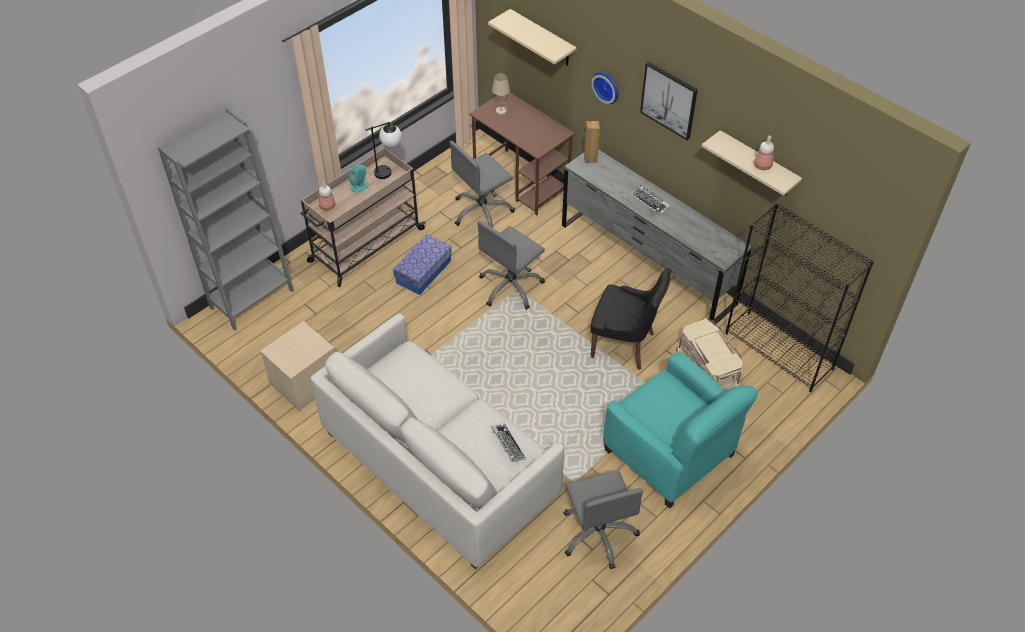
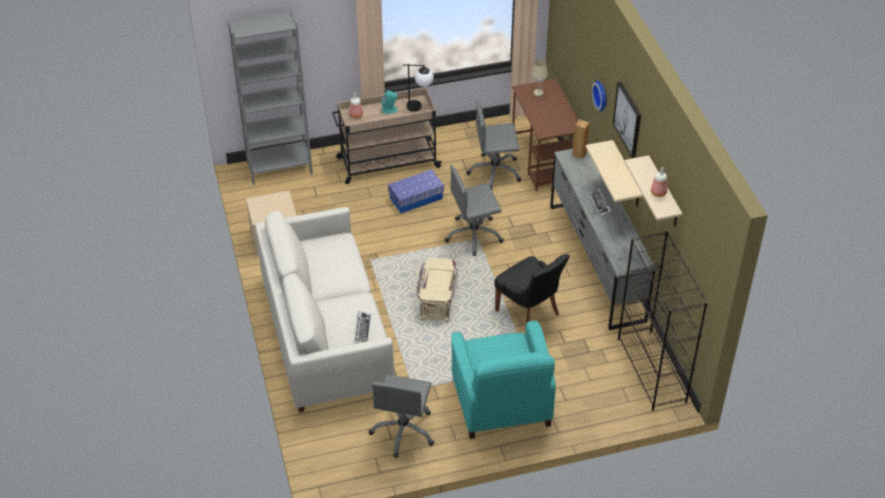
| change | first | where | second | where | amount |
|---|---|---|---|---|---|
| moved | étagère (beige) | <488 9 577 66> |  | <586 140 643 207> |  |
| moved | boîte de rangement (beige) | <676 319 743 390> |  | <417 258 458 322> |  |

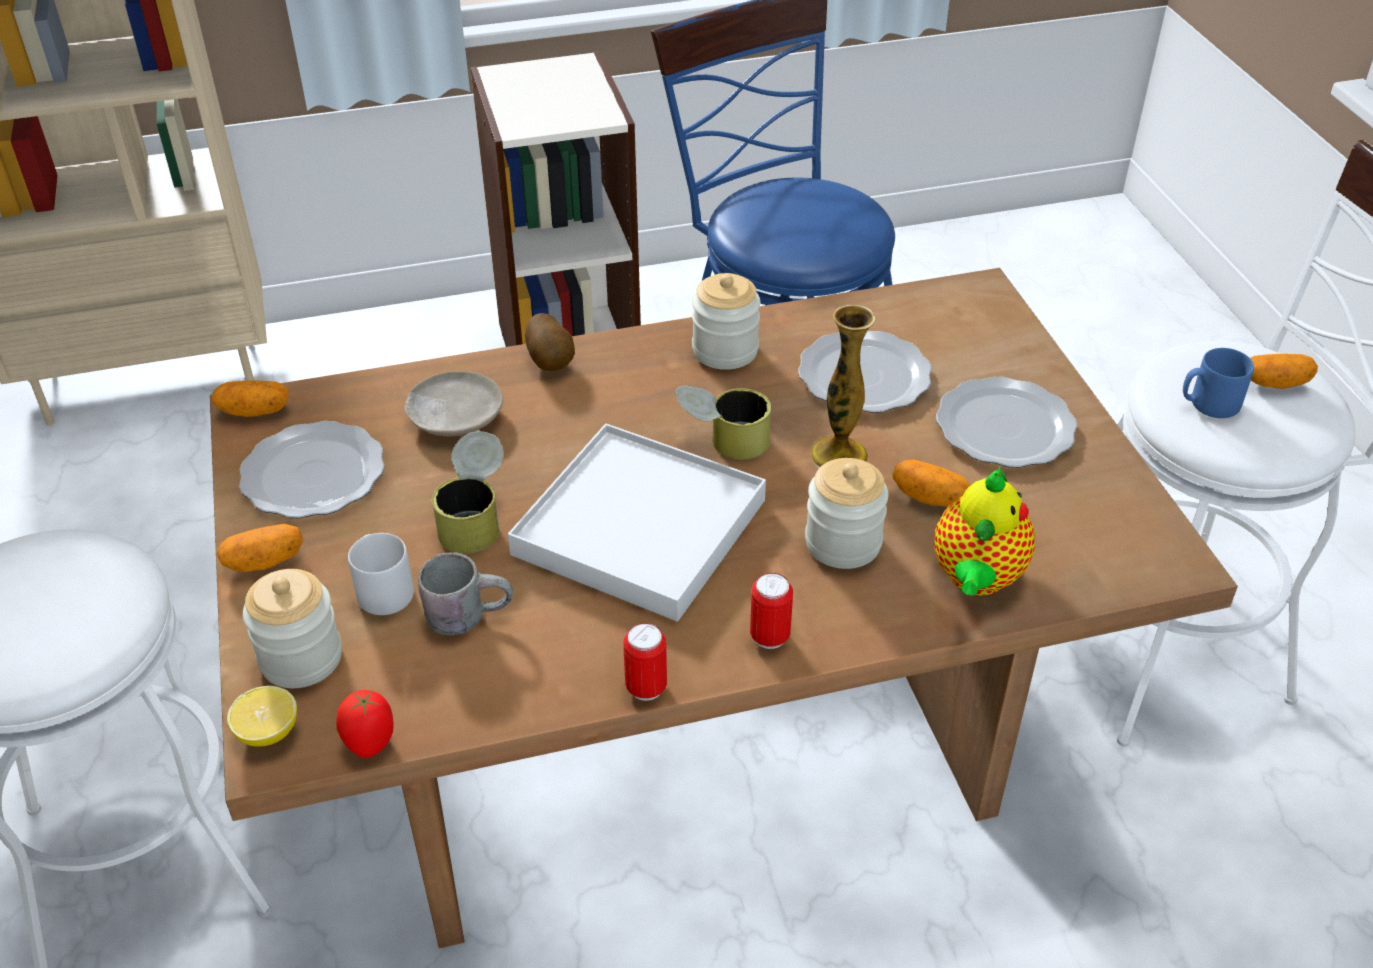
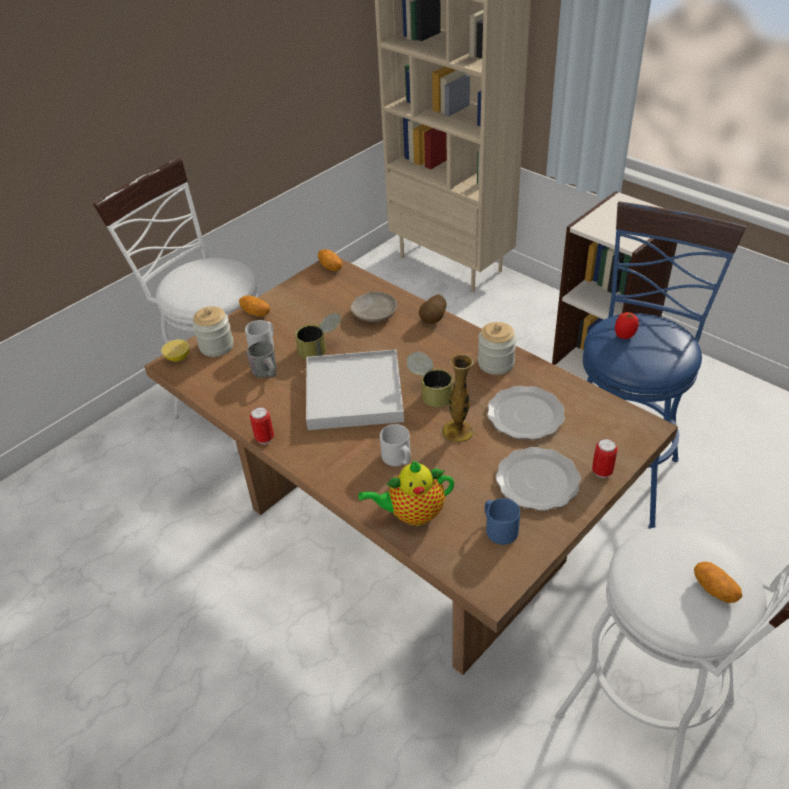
| change | first | where | second | where | amount |
|---|---|---|---|---|---|
| removed | assiette | <239 421 385 519> |  |  |  |
| removed | pomme de terre | <893 460 971 507> |  |  |  |
| moved | tomate | <336 690 394 758> |  | <615 312 639 339> |  |
| moved | boîte métallique | <750 573 793 649> |  | <592 439 618 478> |  |
| moved | mug (bleu) | <1183 348 1254 418> |  | <485 498 520 545> |  |
| replaced | bocal | <805 458 889 569> | mug (gris) | <380 424 411 466> |  |

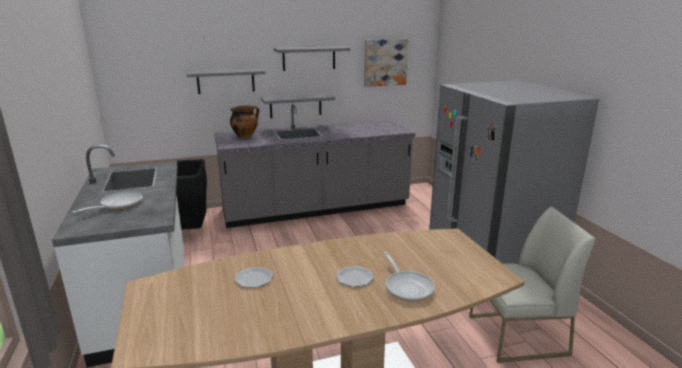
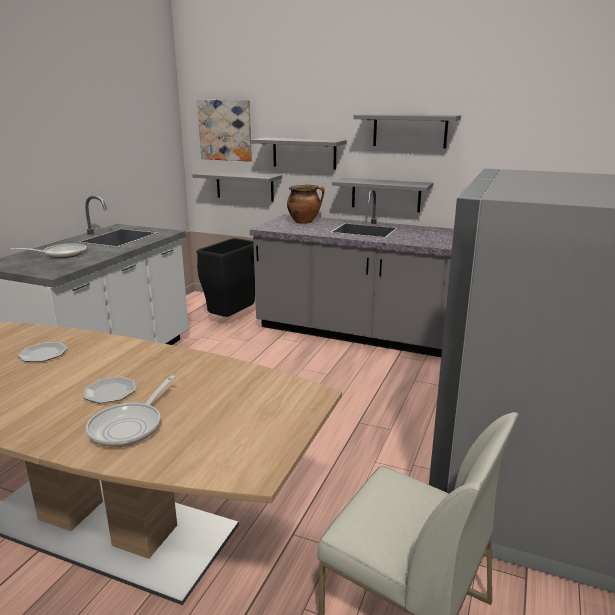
| change | first | where | second | where | amount |
|---|---|---|---|---|---|
| added |  |  | étagère (gris) | <192 171 282 202> |  |
| moved | tableau | <364 39 408 87> |  | <197 100 252 162> |  |

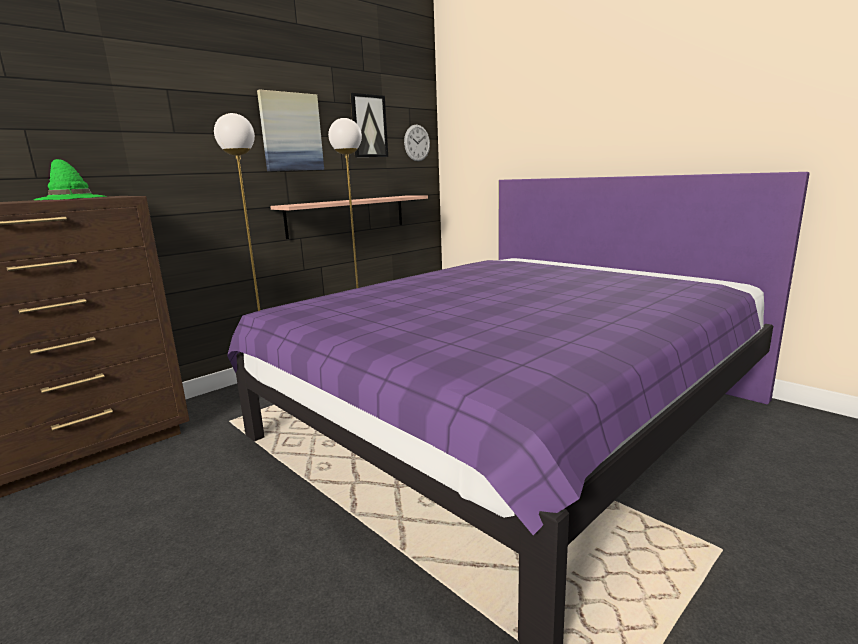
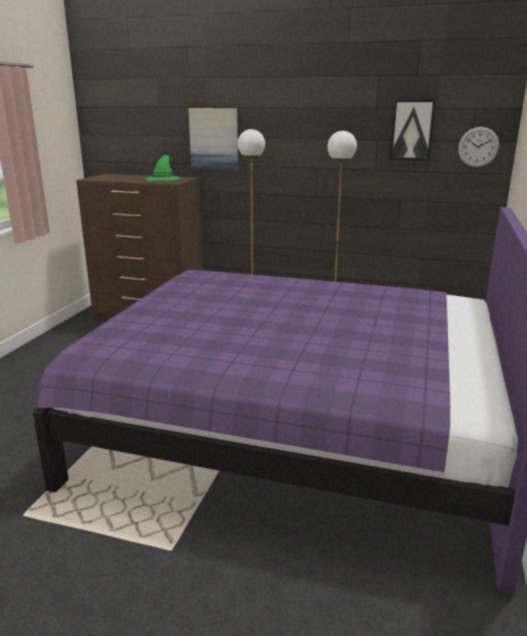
| change | first | where | second | where | amount |
|---|---|---|---|---|---|
| removed | étagère | <270 195 428 239> |  |  |  |
| moved | tableau | <257 89 324 171> |  | <188 108 238 170> |  |

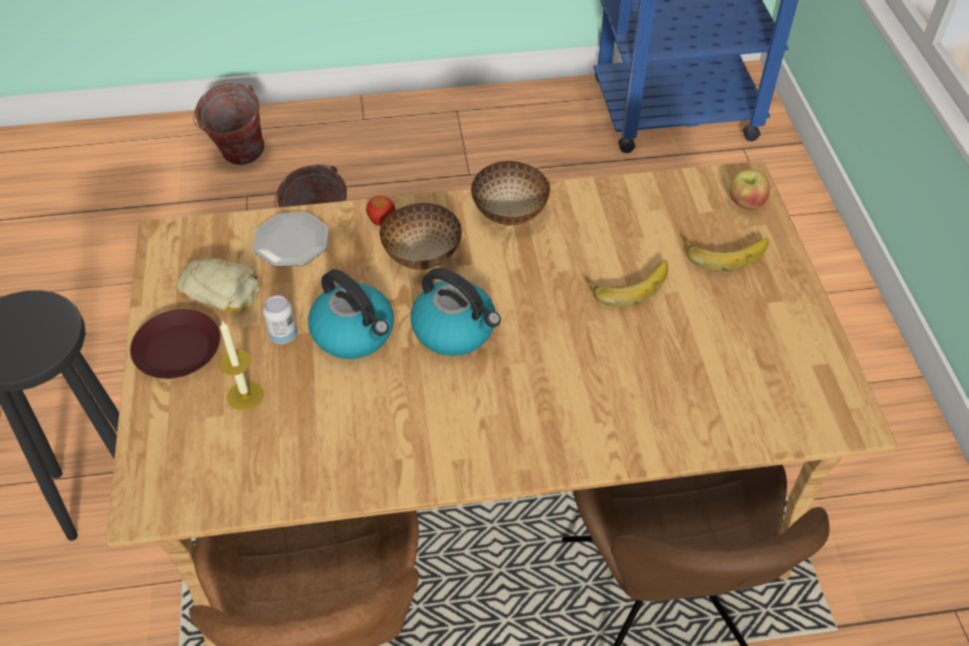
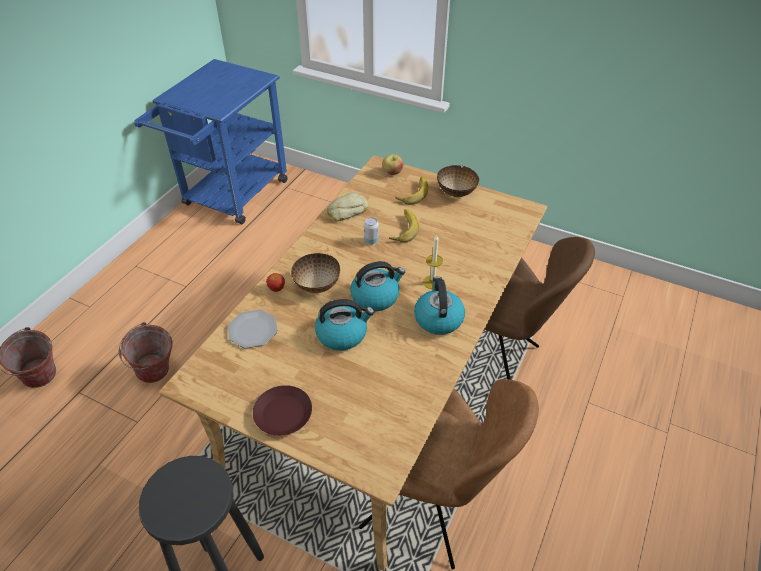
| change | first | where | second | where | amount |
|---|---|---|---|---|---|
| added |  |  | bouilloire | <414 277 465 335> |  |
| moved | pain | <177 258 261 312> |  | <326 192 368 222> |  |
| moved | bougie | <219 321 264 411> |  | <423 235 443 289> |  |
| moved | boîte métallique | <263 295 297 344> |  | <364 217 379 244> |  |
| moved | bol | <471 161 550 225> |  | <437 165 479 197> |  |

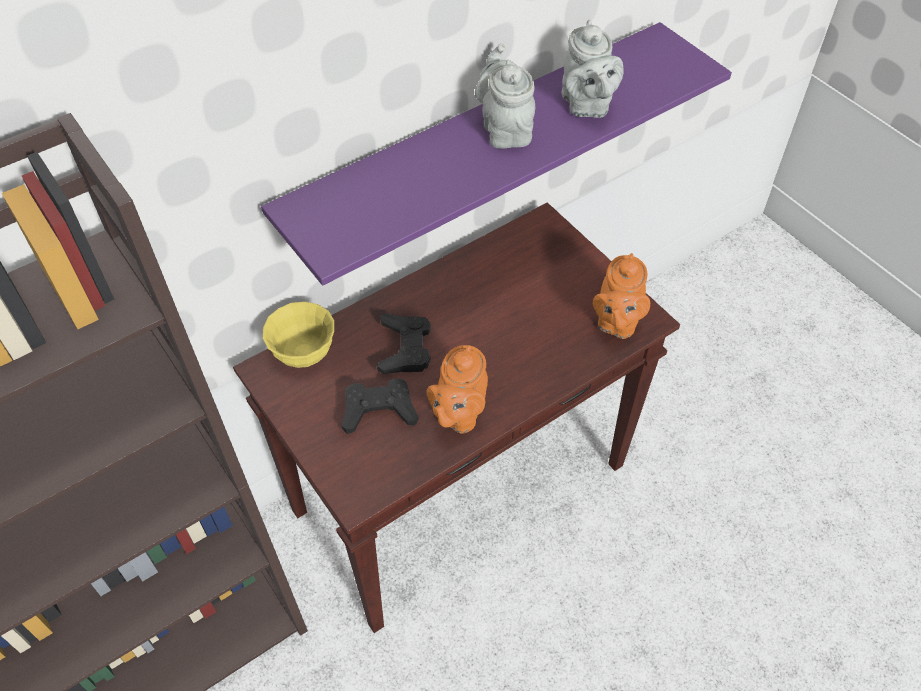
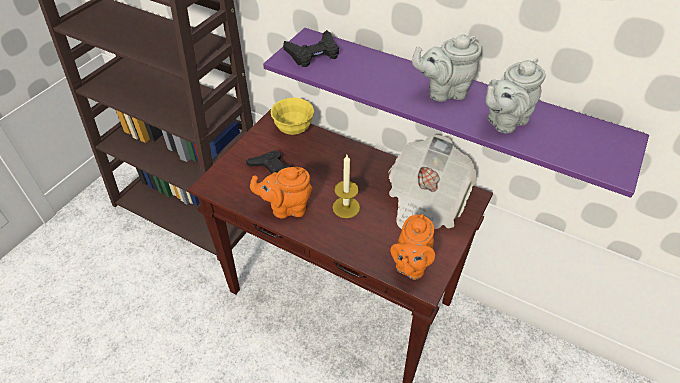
| change | first | where | second | where | amount |
|---|---|---|---|---|---|
| added |  |  | bougie | <332 155 360 218> |  |
| added |  |  | journal | <388 135 477 229> |  |
| moved | manette (noir) | <377 313 431 374> |  | <283 30 339 67> |  |
| turned | théière (gris) | <475 43 535 149> |  | <412 35 482 102> | 150 degrees counterclockwise |
| turned | théière (orange) | <593 253 650 339> |  | <391 214 435 280> | 60 degrees counterclockwise |

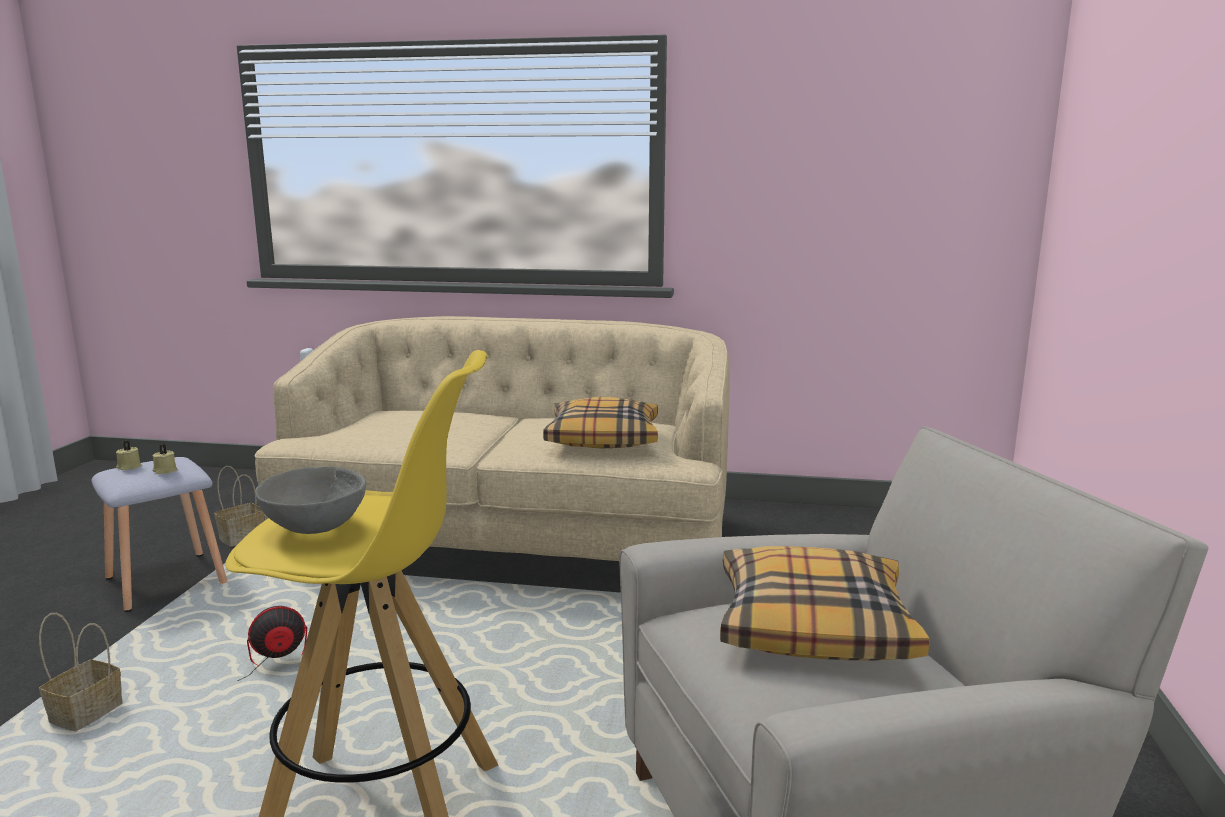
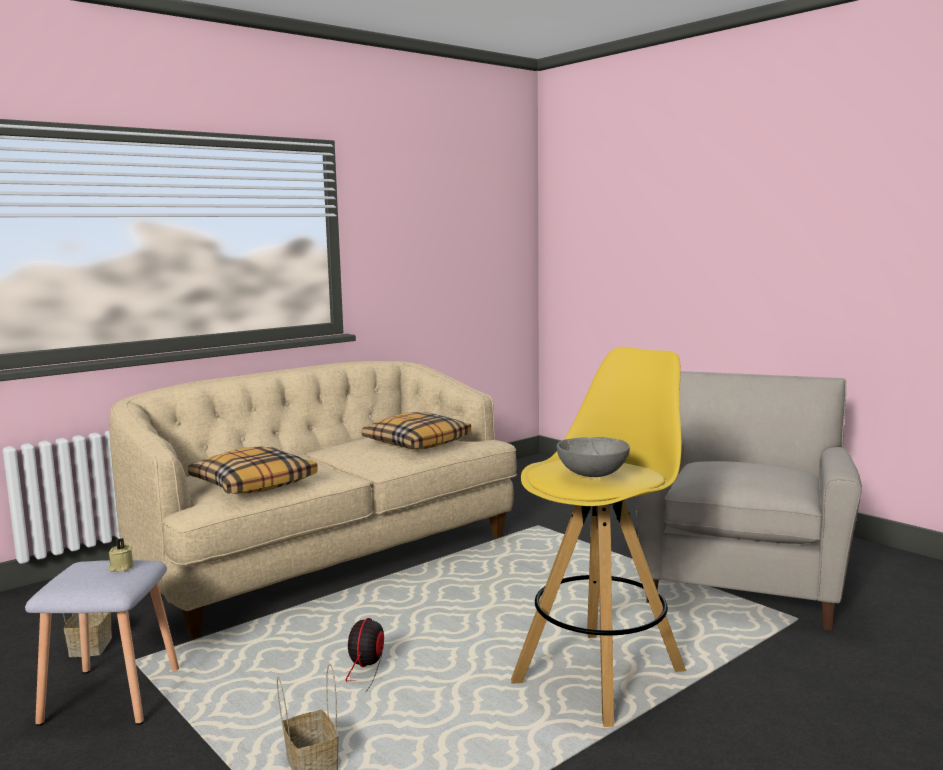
| change | first | where | second | where | amount |
|---|---|---|---|---|---|
| removed | bougie (beige) | <116 441 142 470> |  |  |  |
| moved | coussin | <720 546 930 661> |  | <188 447 318 494> |  |

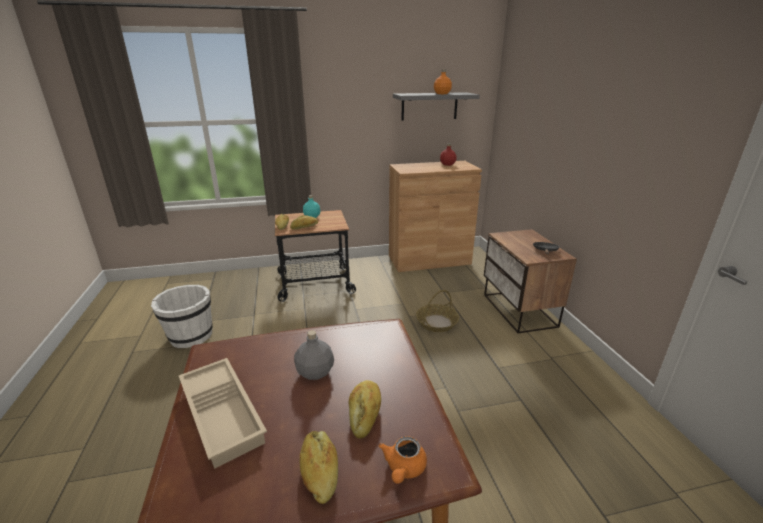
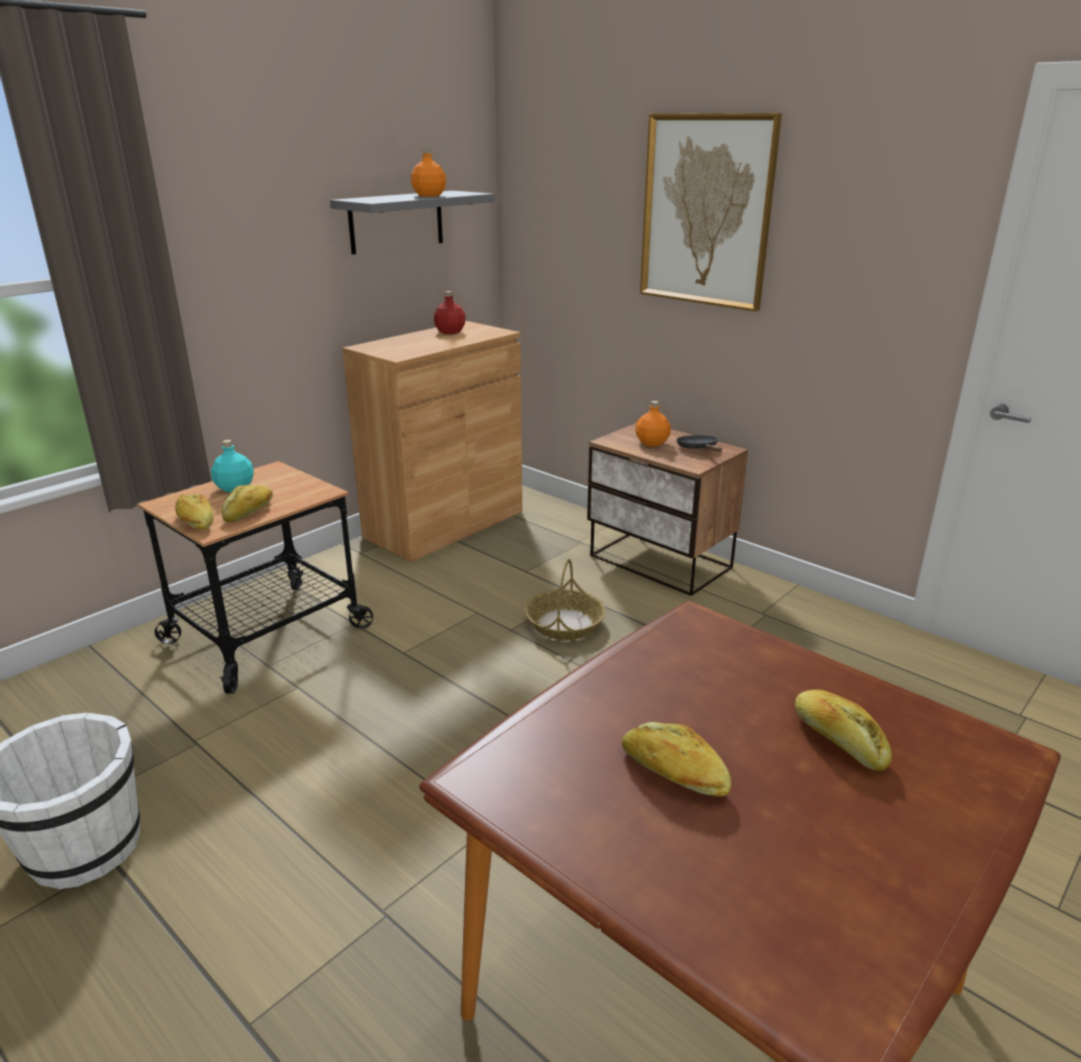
| change | first | where | second | where | amount |
|---|---|---|---|---|---|
| removed | plateau (beige) | <179 358 267 469> |  |  |  |
| removed | bouteille (gris) | <294 330 334 380> |  |  |  |
| removed | théière (orange) | <378 436 427 484> |  |  |  |
| added |  |  | bouteille (orange) | <635 401 671 447> |  |
| added |  |  | tableau | <640 113 782 312> |  |
| moved | pain | <300 431 338 504> |  | <622 722 731 797> |  |

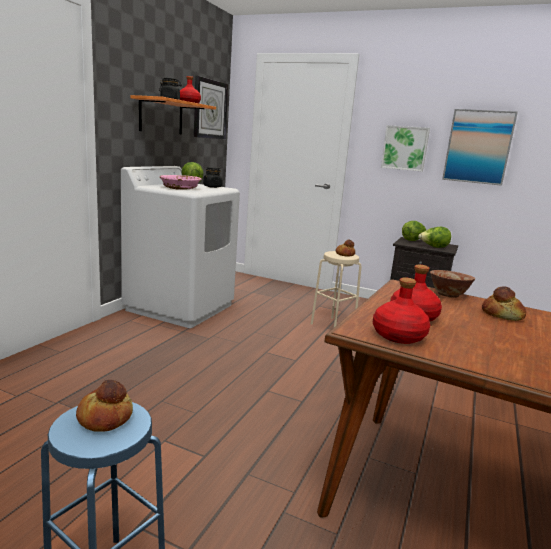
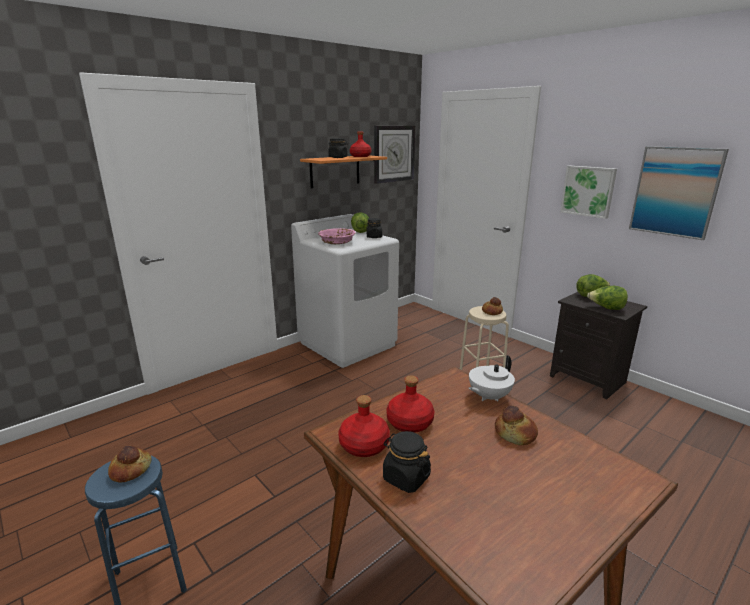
| change | first | where | second | where | amount |
|---|---|---|---|---|---|
| added |  |  | bocal (noir) | <383 431 431 493> |  |
| replaced | bol | <430 270 475 298> | théière (blanc) | <469 355 515 401> |  |

